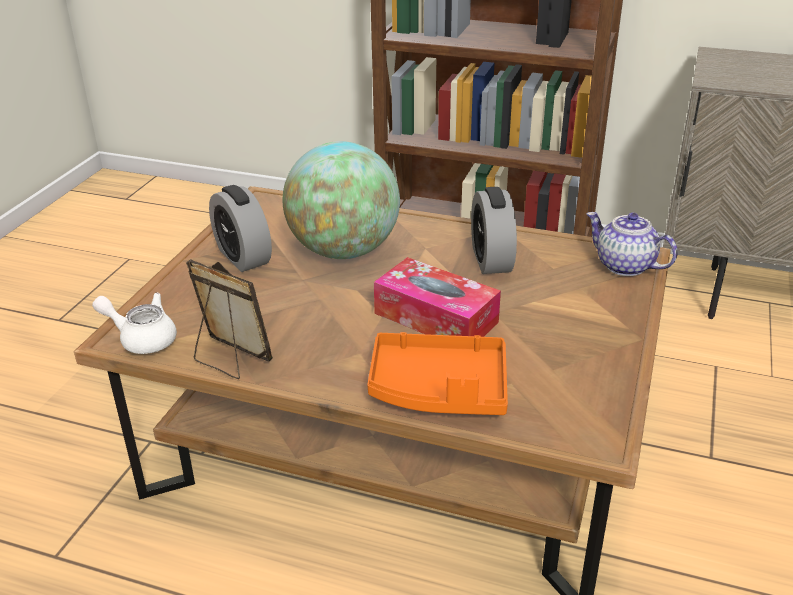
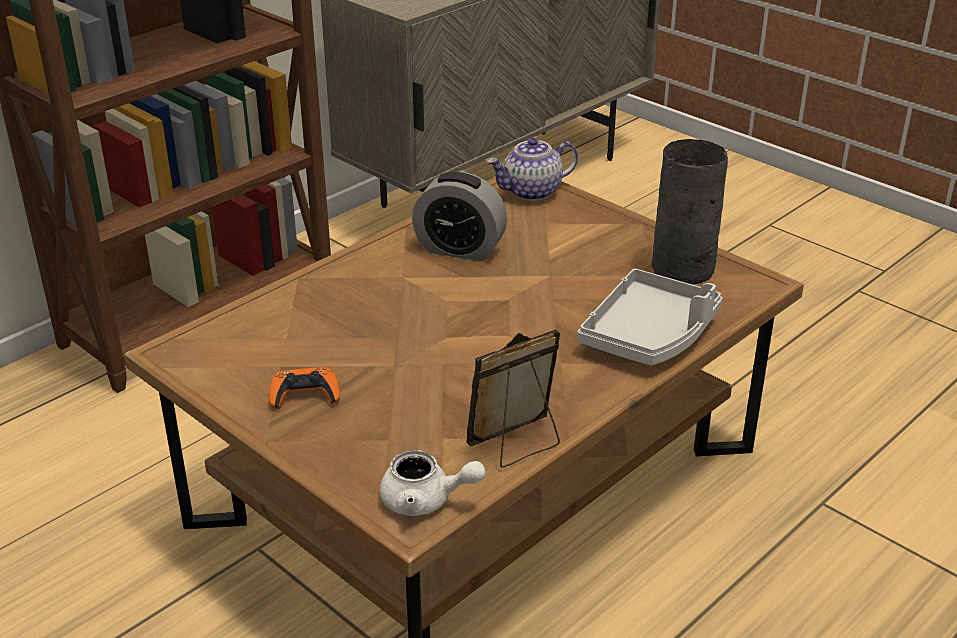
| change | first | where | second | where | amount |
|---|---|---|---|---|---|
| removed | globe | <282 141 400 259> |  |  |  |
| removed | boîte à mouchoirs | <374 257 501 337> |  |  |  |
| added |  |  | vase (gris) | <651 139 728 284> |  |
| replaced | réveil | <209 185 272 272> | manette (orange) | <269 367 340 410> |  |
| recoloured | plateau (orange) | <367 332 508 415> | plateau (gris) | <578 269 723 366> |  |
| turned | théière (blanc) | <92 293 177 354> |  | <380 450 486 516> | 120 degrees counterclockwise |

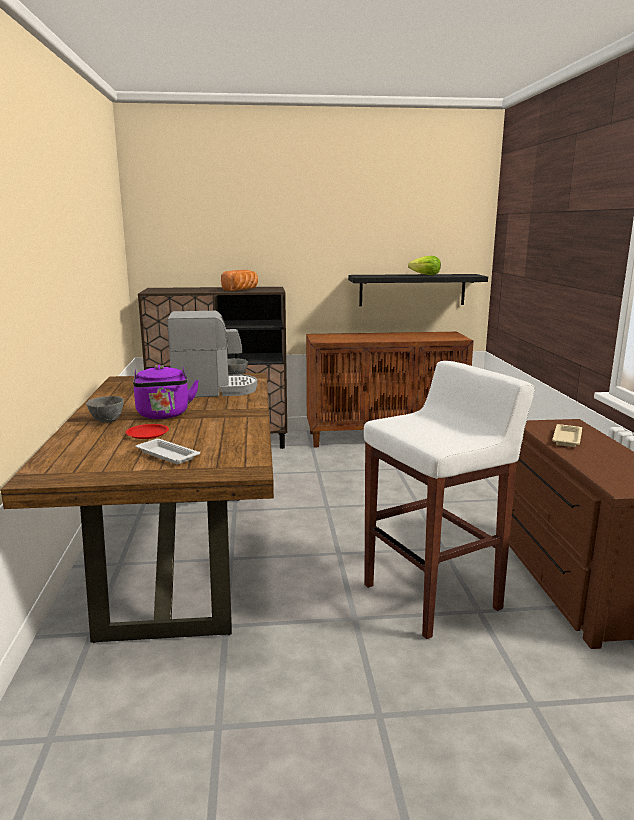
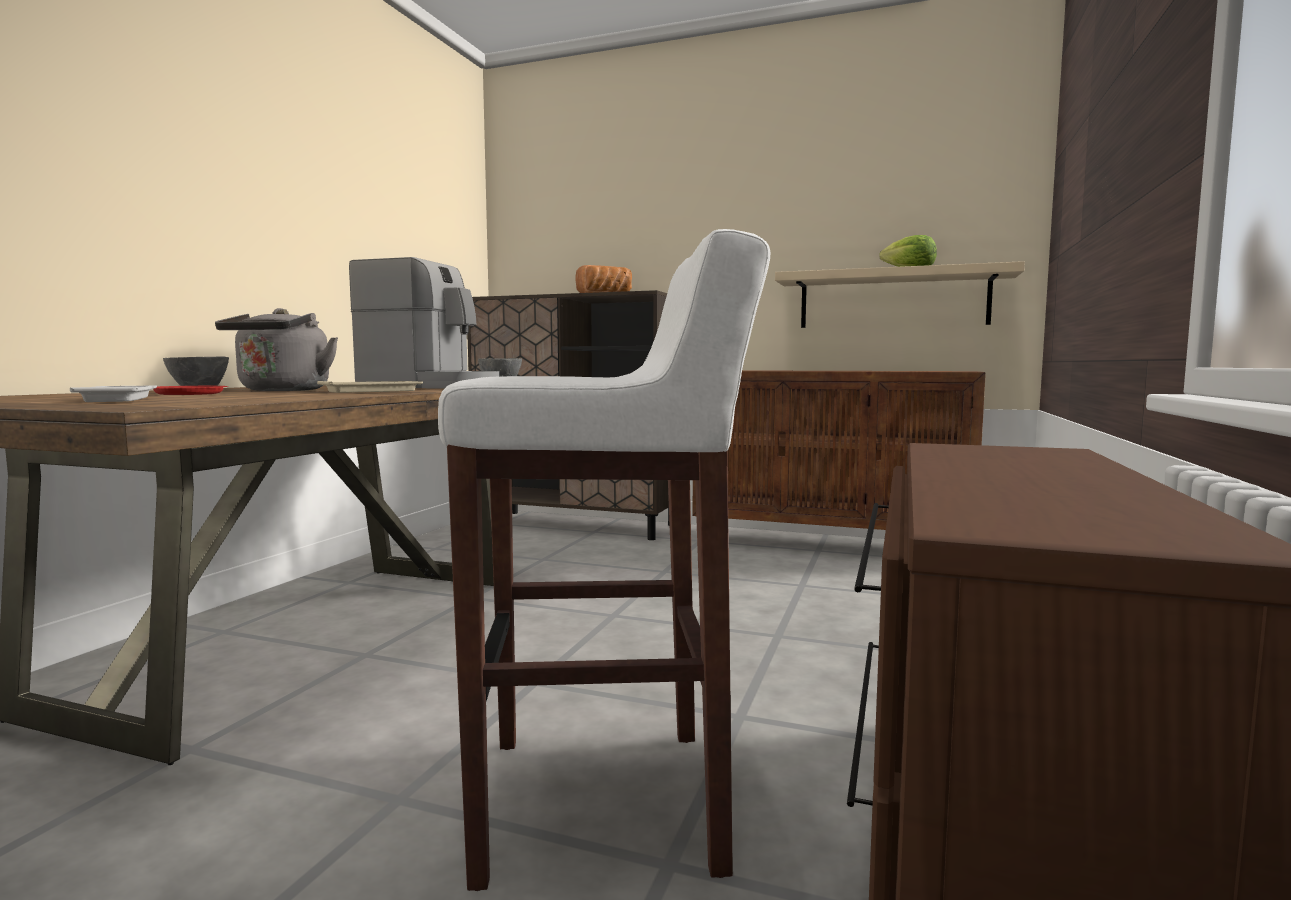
| change | first | where | second | where | amount |
|---|---|---|---|---|---|
| moved | plateau (beige) | <552 424 582 447> |  | <317 381 423 393> |  |
| recoloured | bouilloire (violet) | <133 365 199 419> | bouilloire (gris) | <215 308 338 391> |  |
| recoloured | étagère (noir) | <348 274 488 306> | étagère (beige) | <775 261 1025 328> |  |

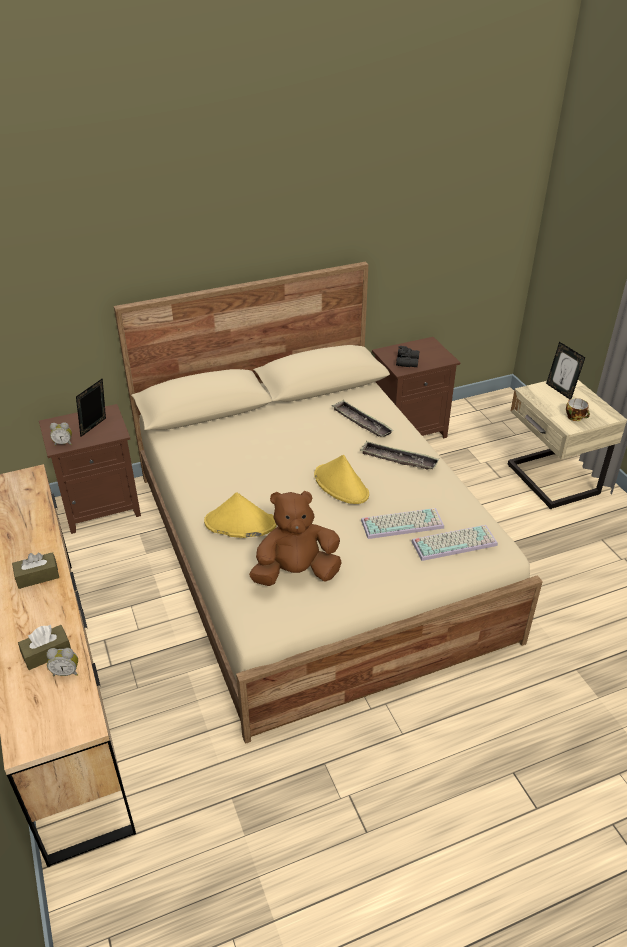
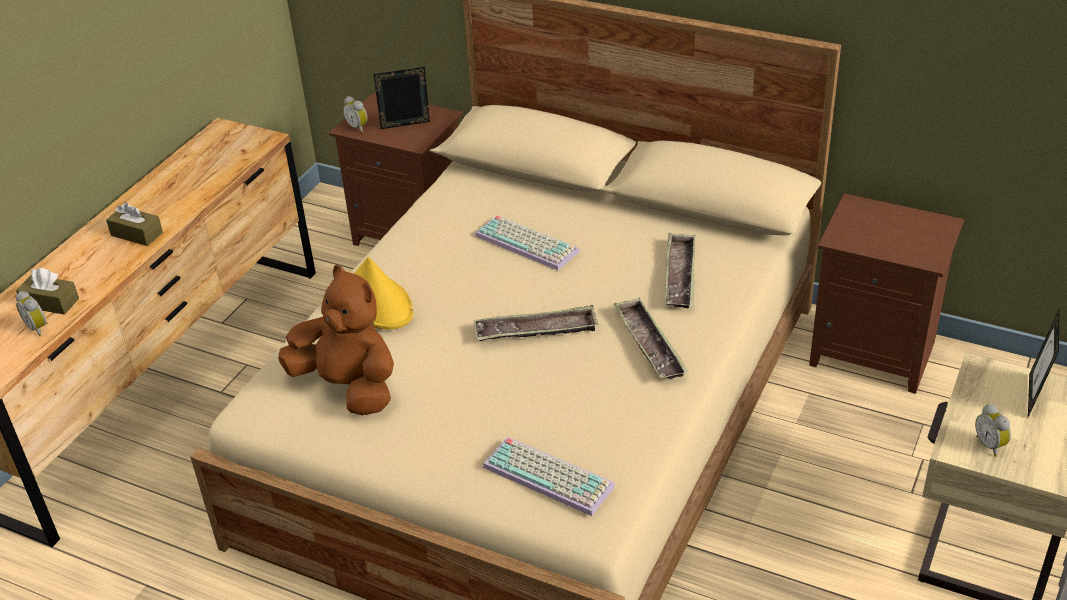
| change | first | where | second | where | amount |
|---|---|---|---|---|---|
| removed | jumelles (noir) | <396 346 420 367> |  |  |  |
| moved | clavier | <361 508 444 539> |  | <475 215 580 270> |  |
| replaced | chapeau (jaune) | <314 455 369 504> | plateau | <474 305 598 341> |  |
| replaced | tasse | <566 398 590 421> | réveil | <975 404 1011 457> |  |

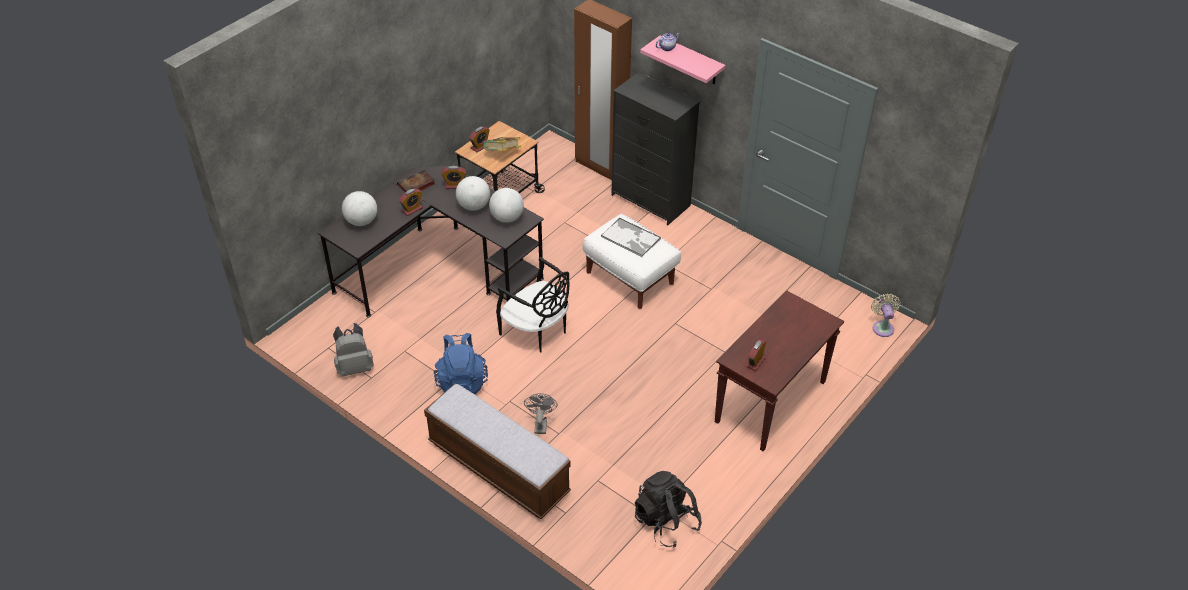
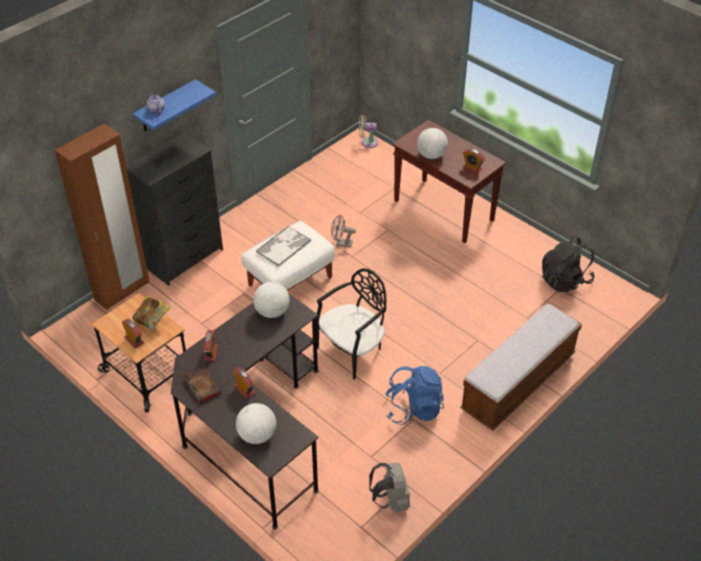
| change | first | where | second | where | amount |
|---|---|---|---|---|---|
| moved | globe | <456 176 490 211> |  | <417 128 448 159> |  |
| moved | ventilateur (gris) | <524 393 558 434> |  | <331 214 356 247> |  |
| recoloured | étagère (rose) | <640 36 725 84> | étagère (bleu) | <132 79 216 131> |  |

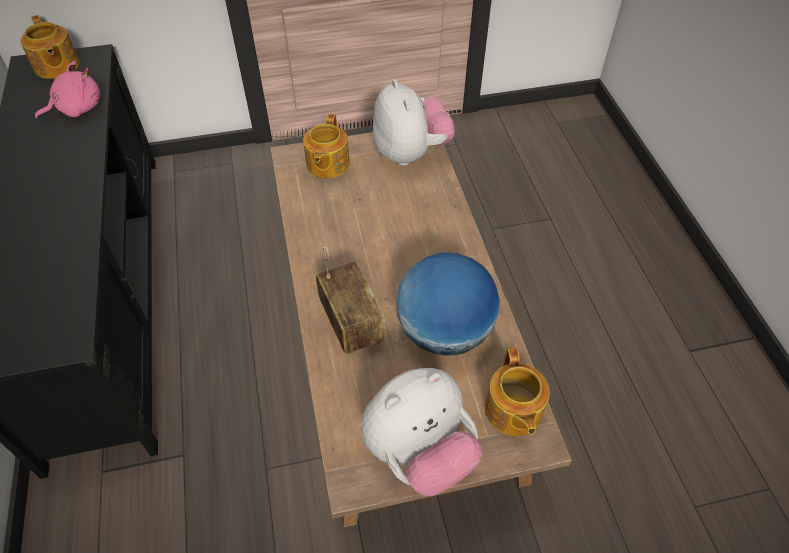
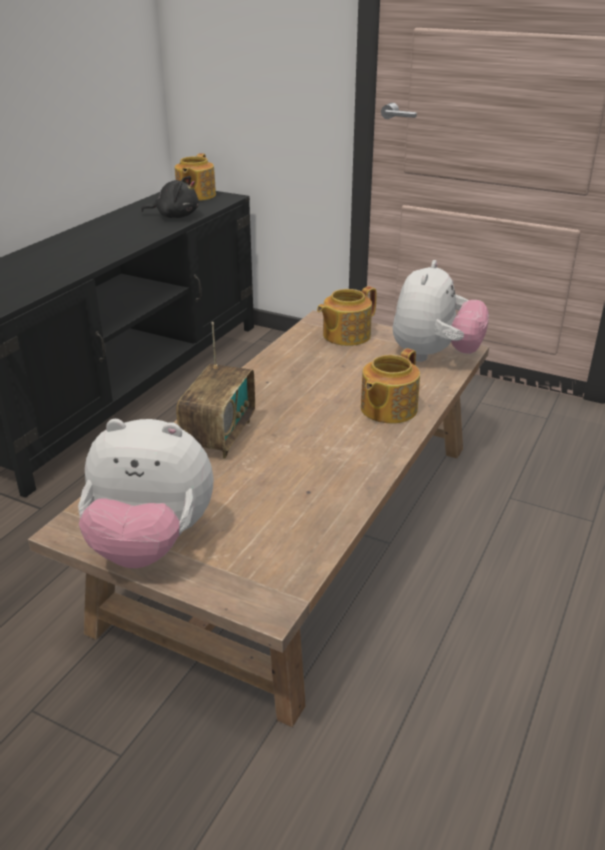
| change | first | where | second | where | amount |
|---|---|---|---|---|---|
| removed | globe | <396 252 500 356> |  |  |  |
| moved | théière | <485 348 550 436> |  | <361 348 420 424> |  |
| recoloured | peluche (rose) | <35 61 100 119> | peluche (noir) | <141 176 199 218> |  |

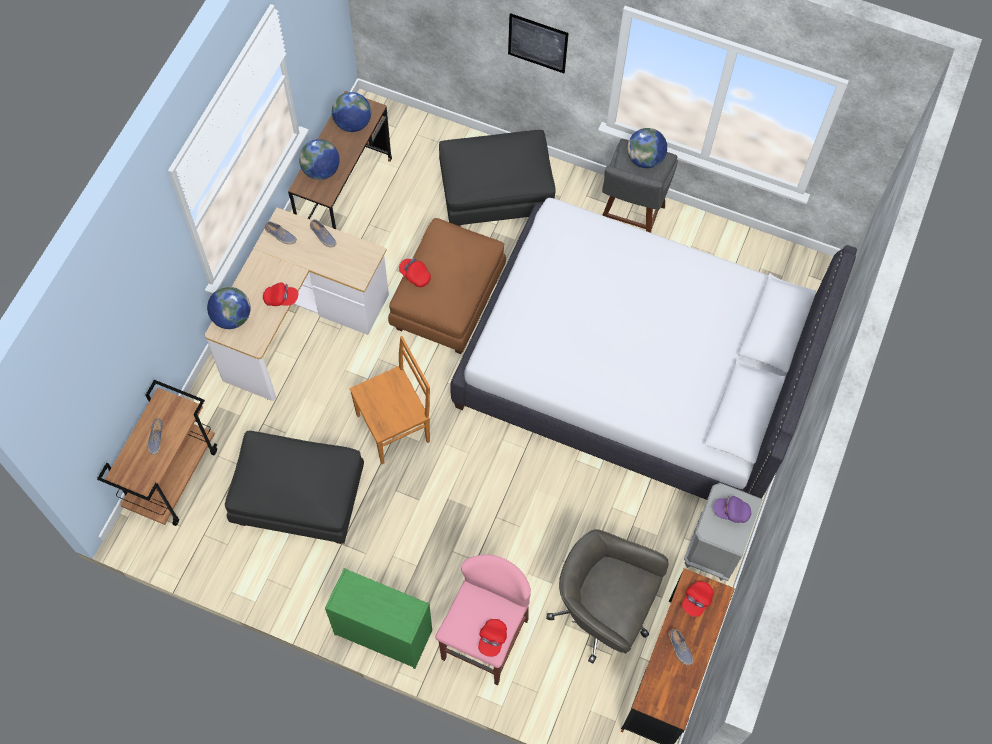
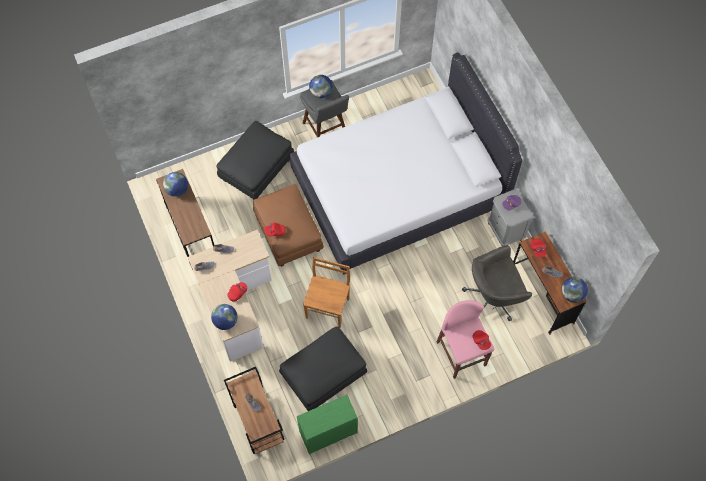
| change | first | where | second | where | amount |
|---|---|---|---|---|---|
| removed | tableau | <508 13 569 73> |  |  |  |
| moved | globe | <299 139 340 180> |  | <562 277 588 303> |  |
| moved | commode (vert) | <325 568 432 669> |  | <297 394 358 455> |  |

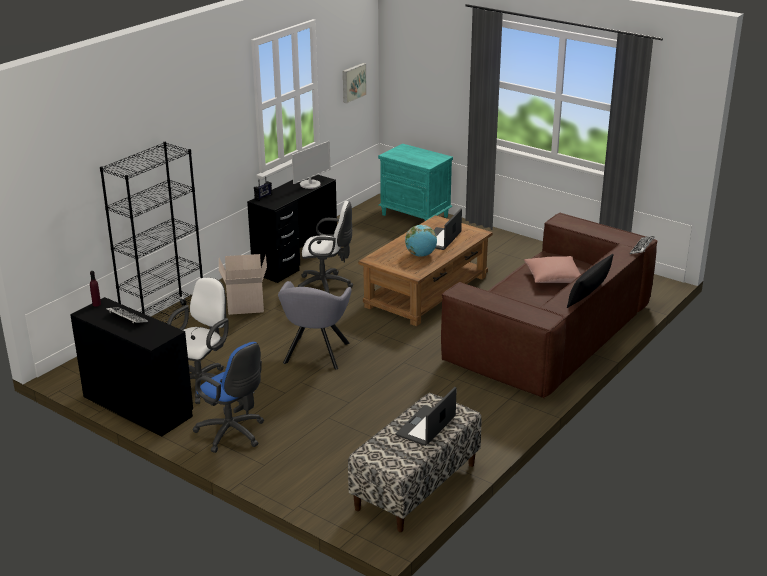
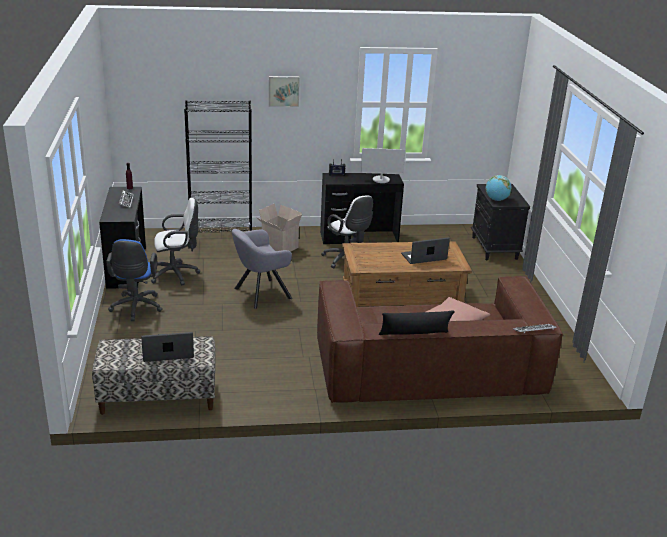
| change | first | where | second | where | amount |
|---|---|---|---|---|---|
| moved | tableau | <343 63 367 103> |  | <269 76 300 107> |  |
| moved | globe | <405 225 437 257> |  | <486 175 512 201> |  |
| recoloured | table de chevet (turquoise) | <378 144 453 221> | table de chevet (noir) | <471 184 530 260> |  |

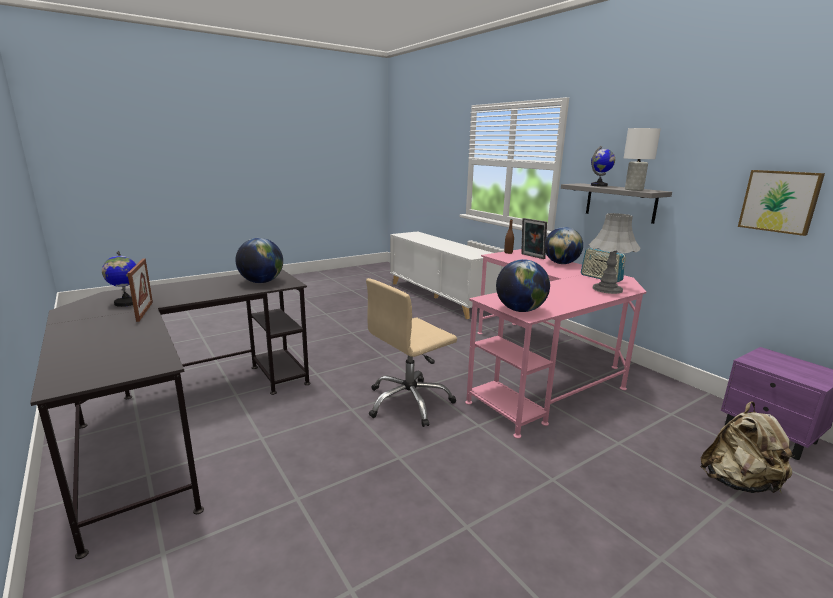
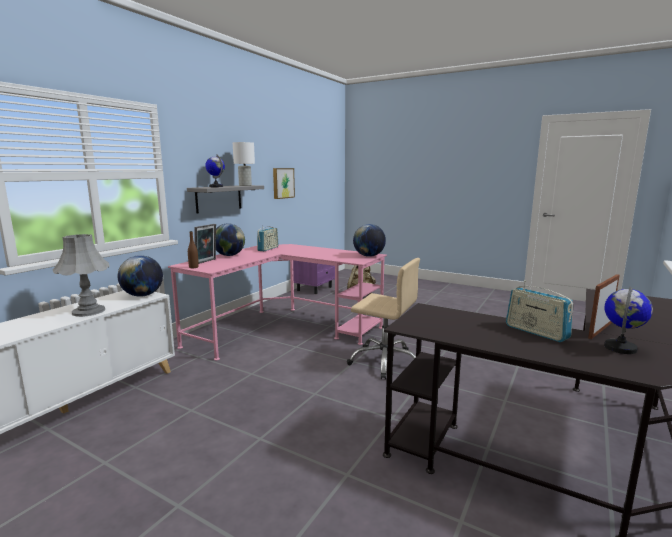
| change | first | where | second | where | amount |
|---|---|---|---|---|---|
| added |  |  | radio | <506 280 574 342> |  |
| moved | globe | <236 238 283 283> |  | <118 255 163 297> |  |
| moved | lampe de table (gris) | <589 213 641 294> |  | <53 234 109 317> |  |

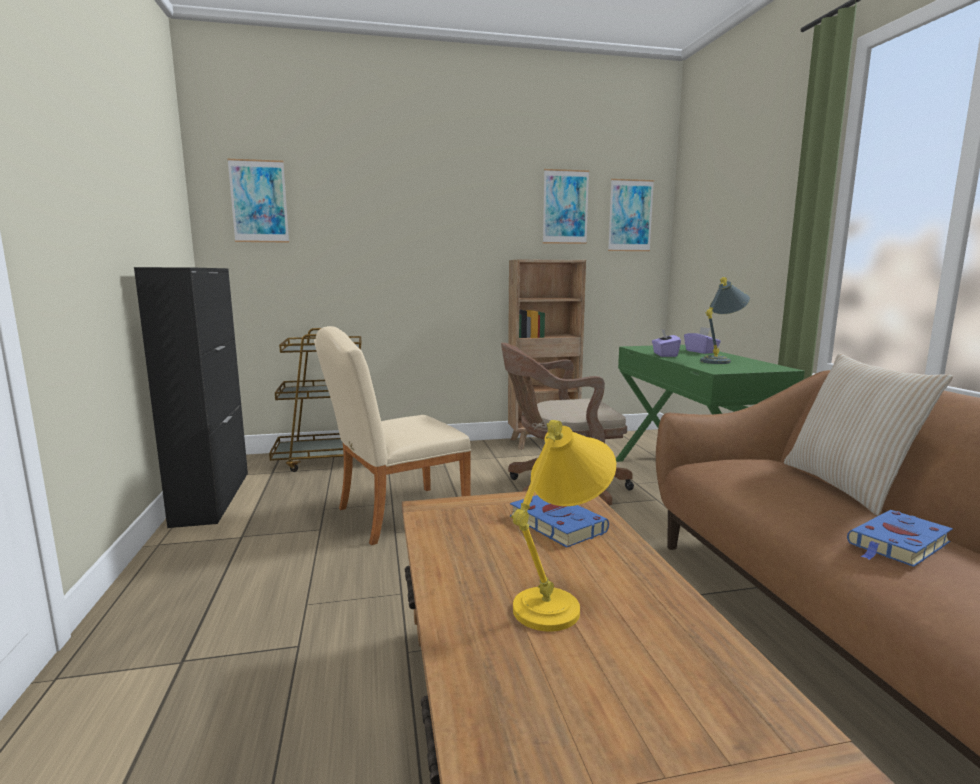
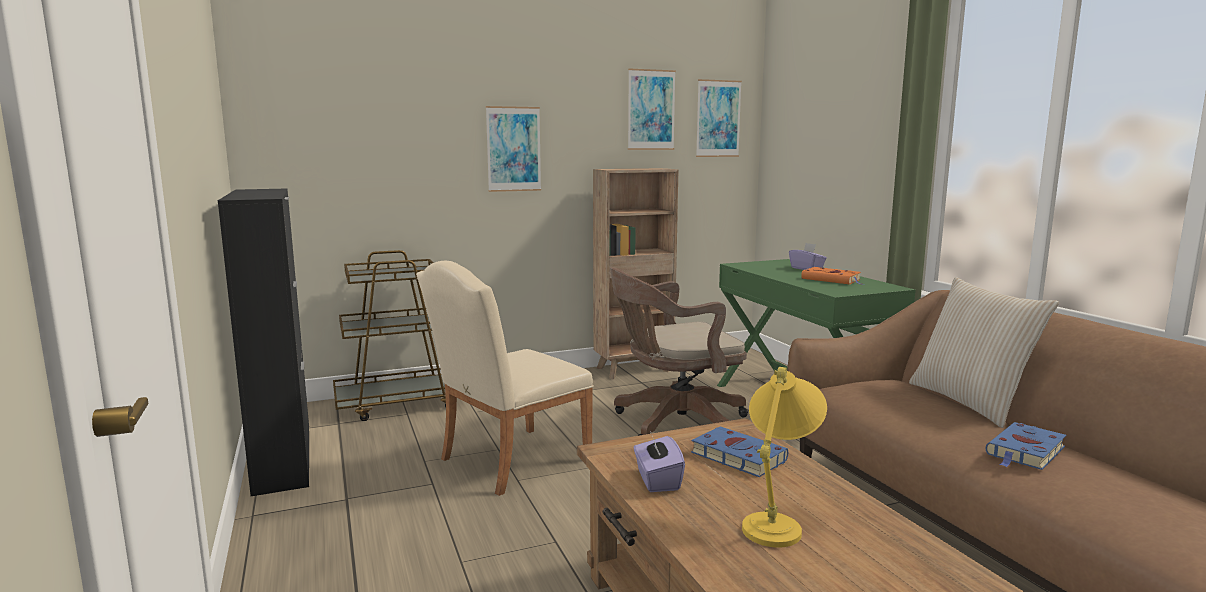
| change | first | where | second | where | amount |
|---|---|---|---|---|---|
| moved | tableau | <227 159 289 243> |  | <486 106 541 192> |  |
| moved | boîte à mouchoirs (violet) | <652 330 681 357> |  | <634 431 685 492> |  |
| replaced | lampe de table (gris) | <700 277 750 364> | livre (orange) | <801 267 863 285> |  |

